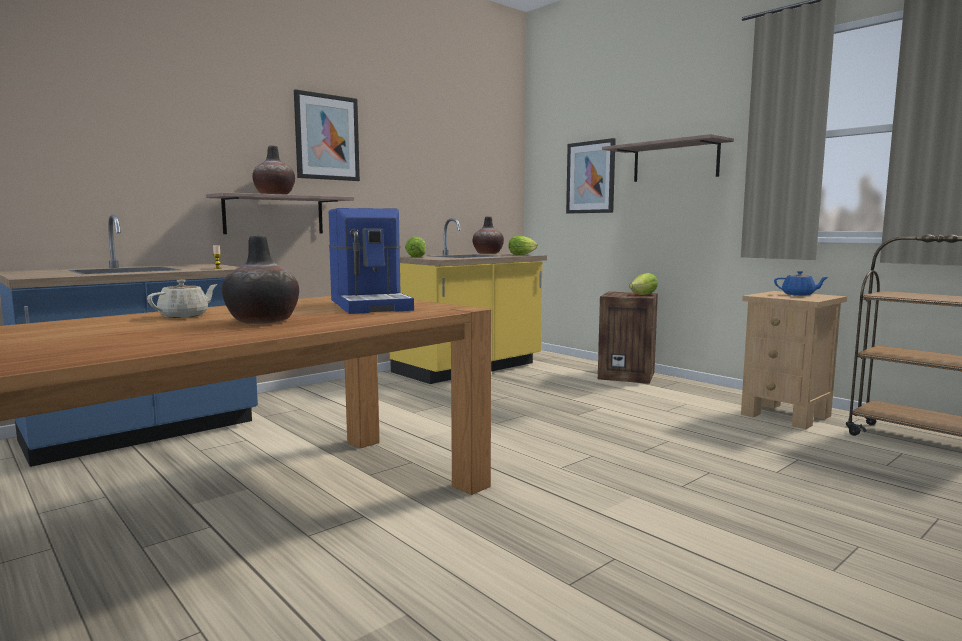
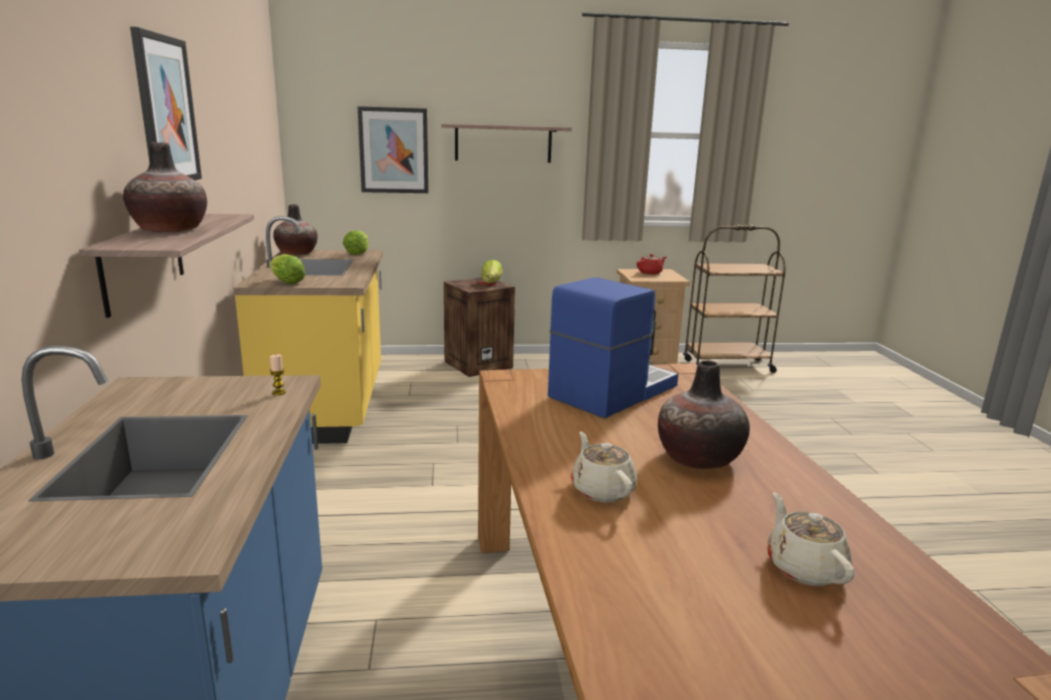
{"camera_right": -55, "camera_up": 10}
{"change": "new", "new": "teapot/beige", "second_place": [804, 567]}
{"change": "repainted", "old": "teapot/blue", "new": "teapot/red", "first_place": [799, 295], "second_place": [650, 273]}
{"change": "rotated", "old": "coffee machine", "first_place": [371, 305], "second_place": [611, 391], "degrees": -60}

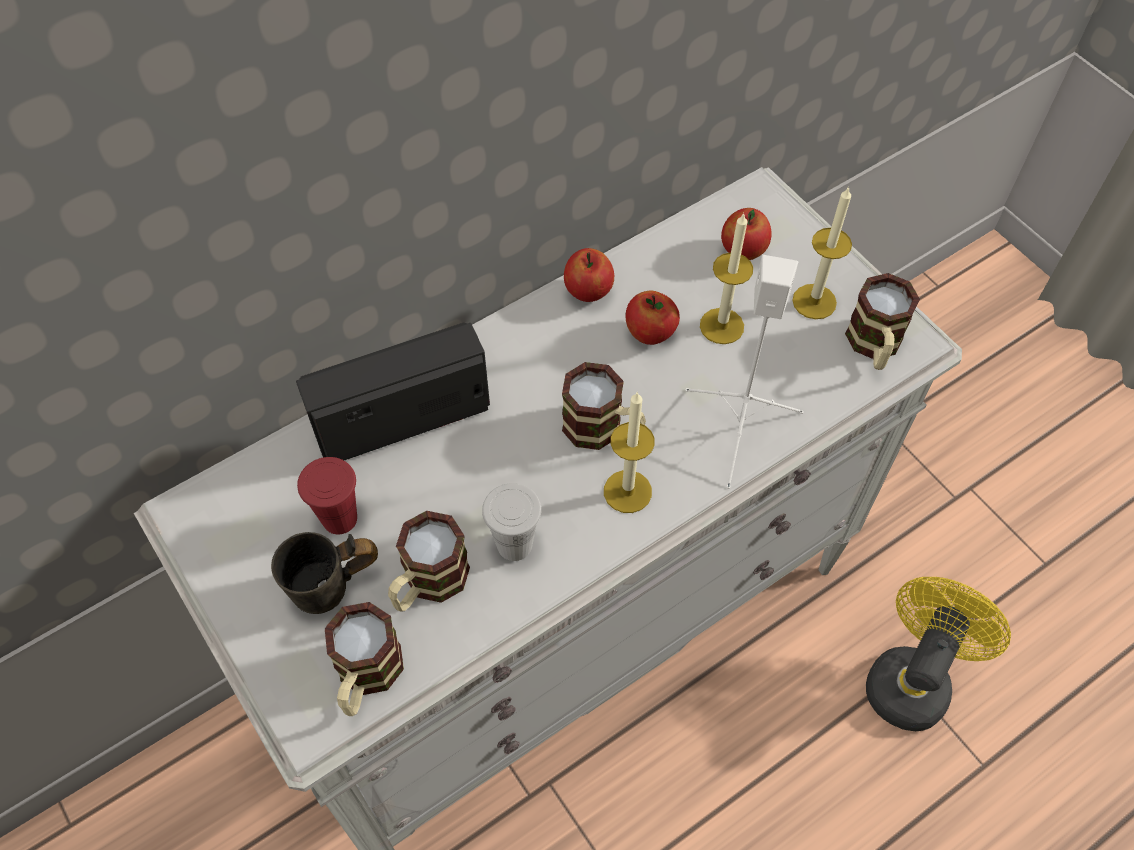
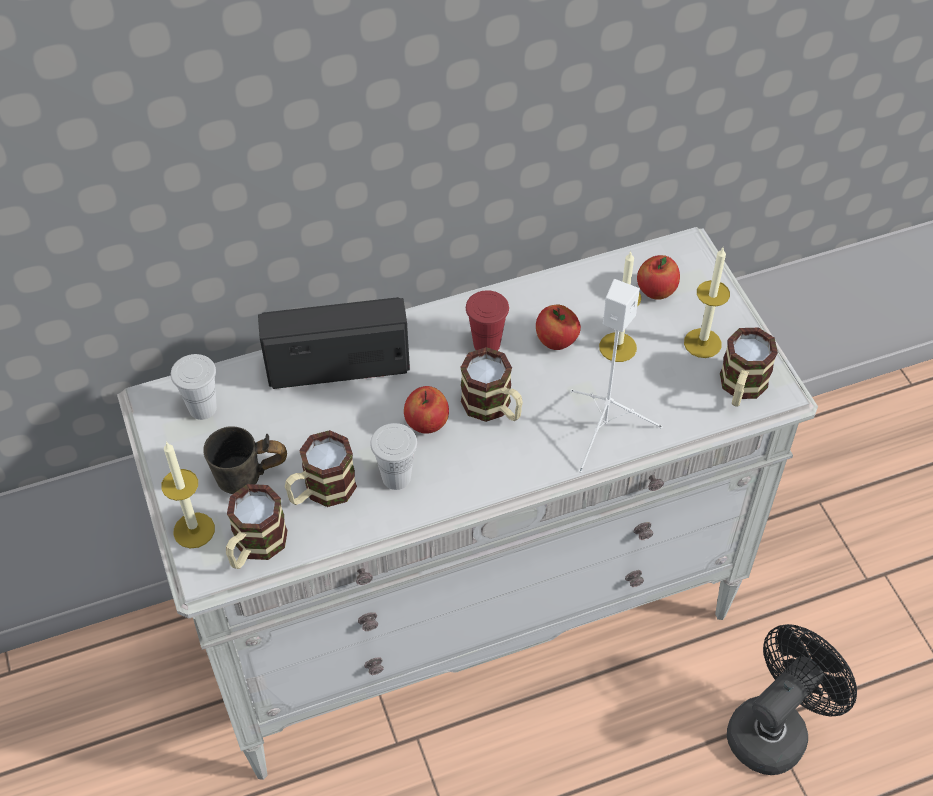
{"camera_right": 15, "camera_up": -5}
{"change": "new", "new": "cup/white", "second_place": [202, 408]}
{"change": "shifted", "old": "cup/red", "first_place": [339, 518], "second_place": [486, 344]}
{"change": "shifted", "old": "apple", "first_place": [588, 292], "second_place": [427, 424]}
{"change": "shifted", "old": "candle", "first_place": [627, 491], "second_place": [194, 530]}
{"change": "repainted", "old": "fan/yellow", "new": "fan/black", "first_place": [912, 678], "second_place": [774, 728]}

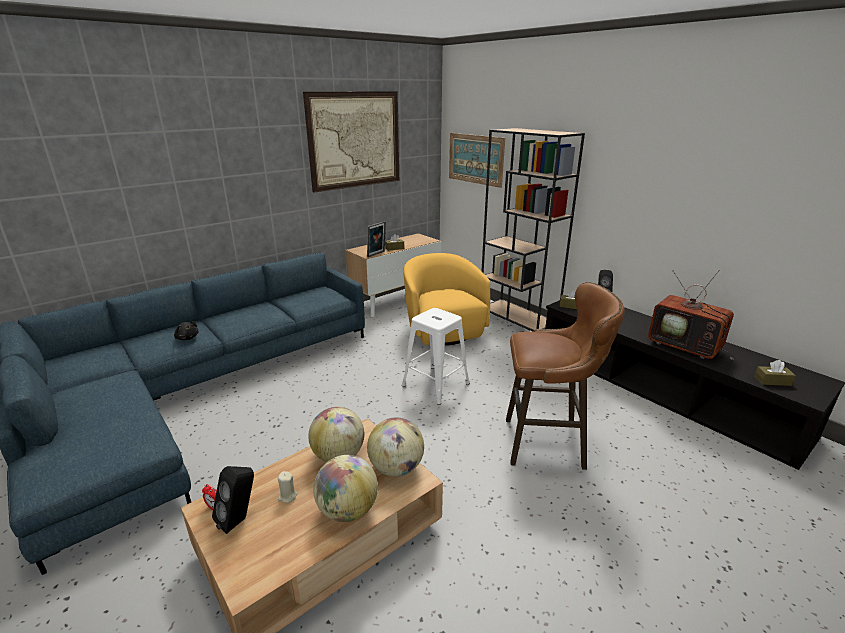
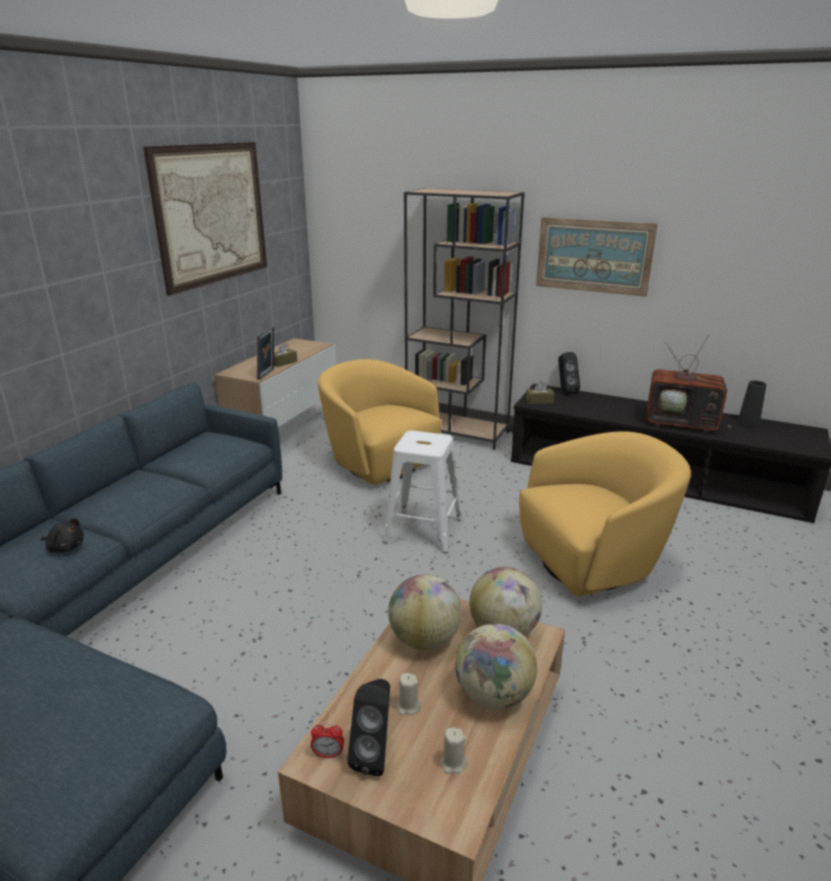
{"camera_right": -25, "camera_up": 0}
{"change": "gone", "old": "tissue box/brown", "first_place": [772, 381]}
{"change": "new", "new": "candle/beige", "second_place": [453, 763]}
{"change": "new", "new": "vase/black", "second_place": [748, 423]}
{"change": "shifted", "old": "picture", "first_place": [475, 159], "second_place": [594, 256]}
{"change": "swapped", "old": "stool/brown", "new": "armchair/yellow", "first_place": [548, 443], "second_place": [594, 562]}

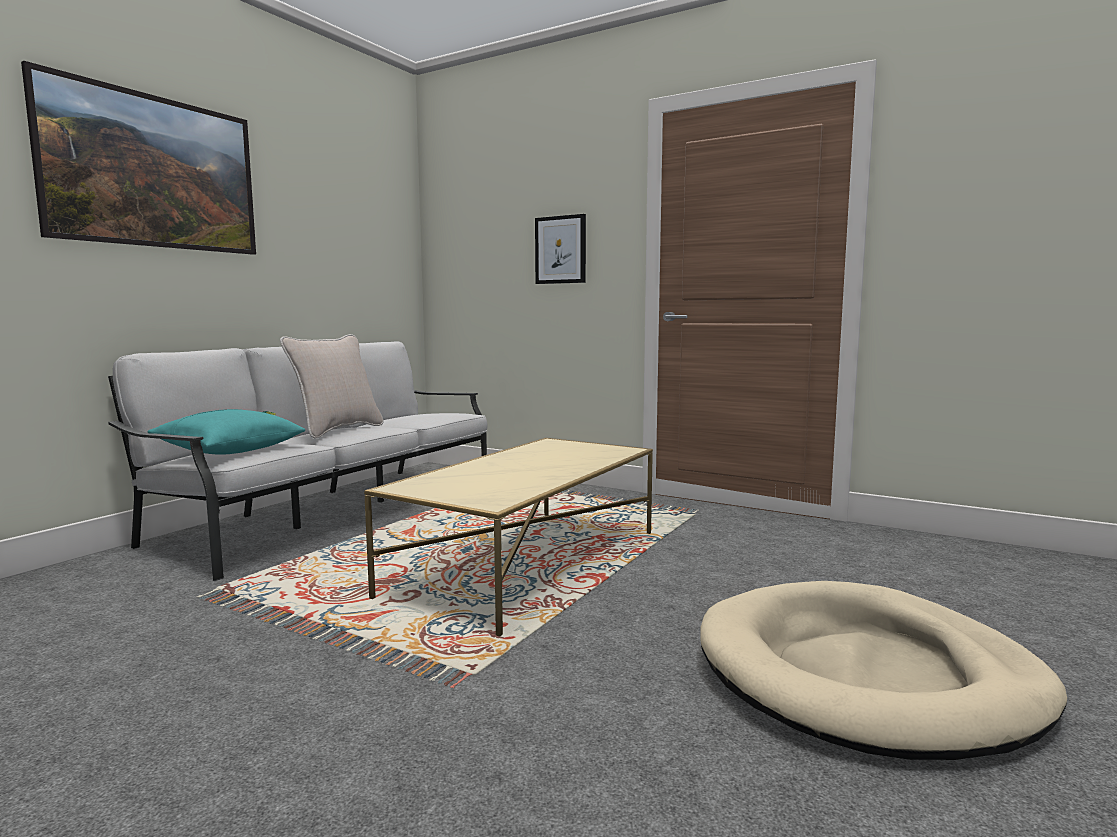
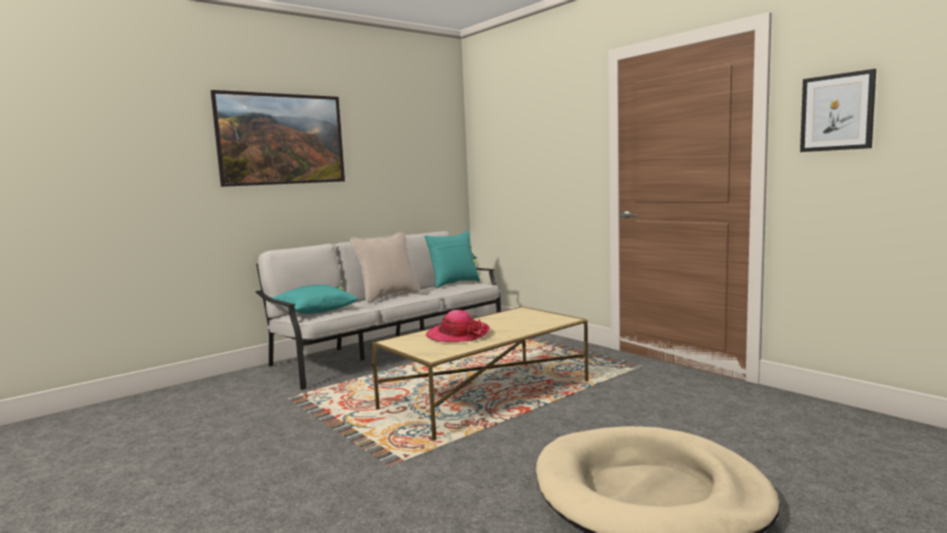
{"camera_right": 20, "camera_up": 0}
{"change": "new", "new": "pillow/turquoise", "second_place": [454, 284]}
{"change": "new", "new": "hat", "second_place": [457, 335]}
{"change": "shifted", "old": "picture", "first_place": [560, 250], "second_place": [837, 112]}

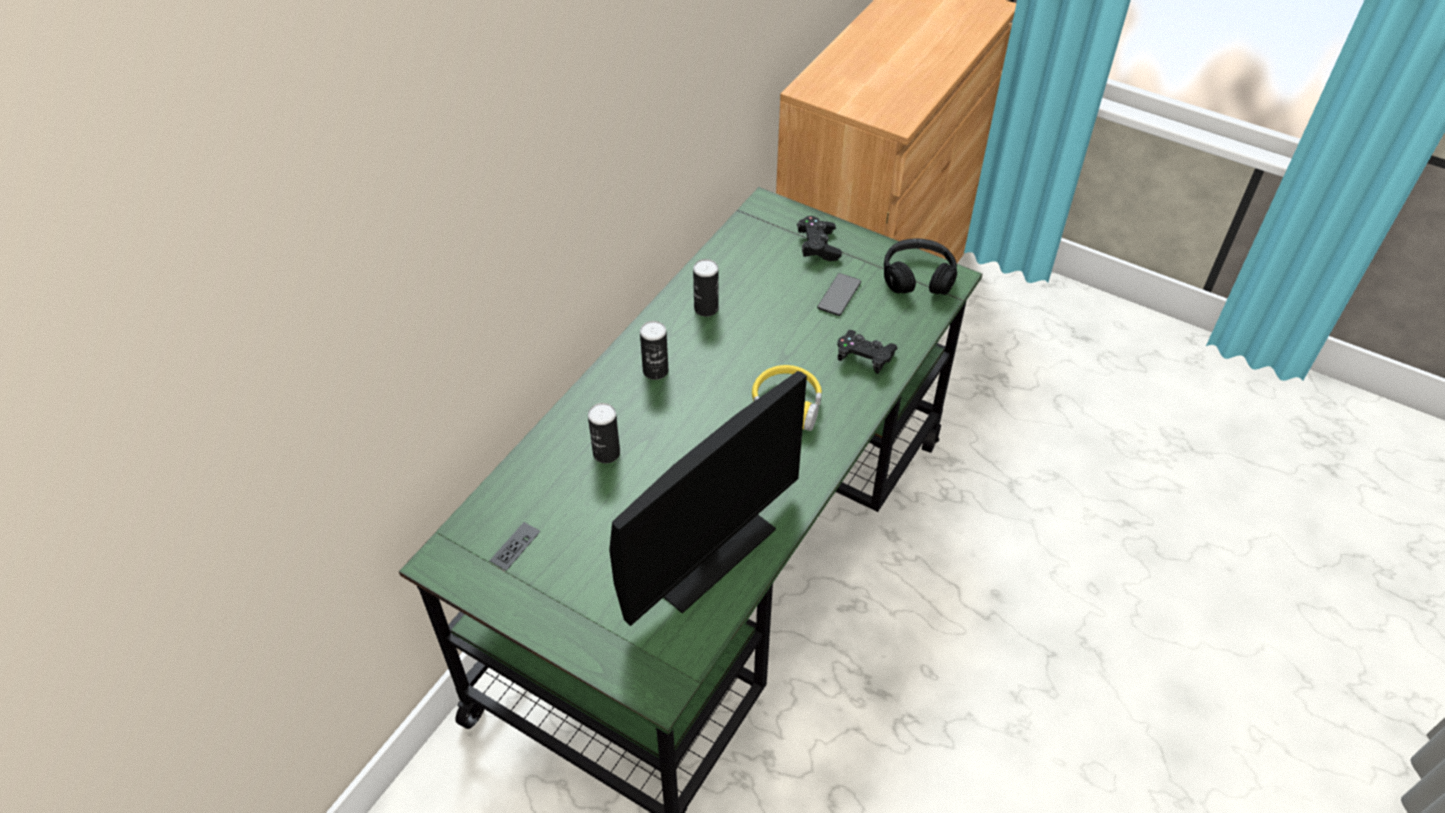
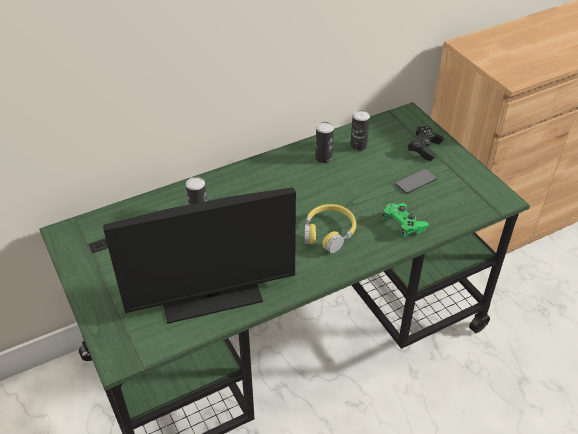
{"camera_right": 30, "camera_up": -5}
{"change": "gone", "old": "headphones/black", "first_place": [918, 277]}
{"change": "shifted", "old": "can", "first_place": [655, 371], "second_place": [358, 146]}
{"change": "repainted", "old": "game controller/black", "new": "game controller/green", "first_place": [864, 358], "second_place": [403, 225]}

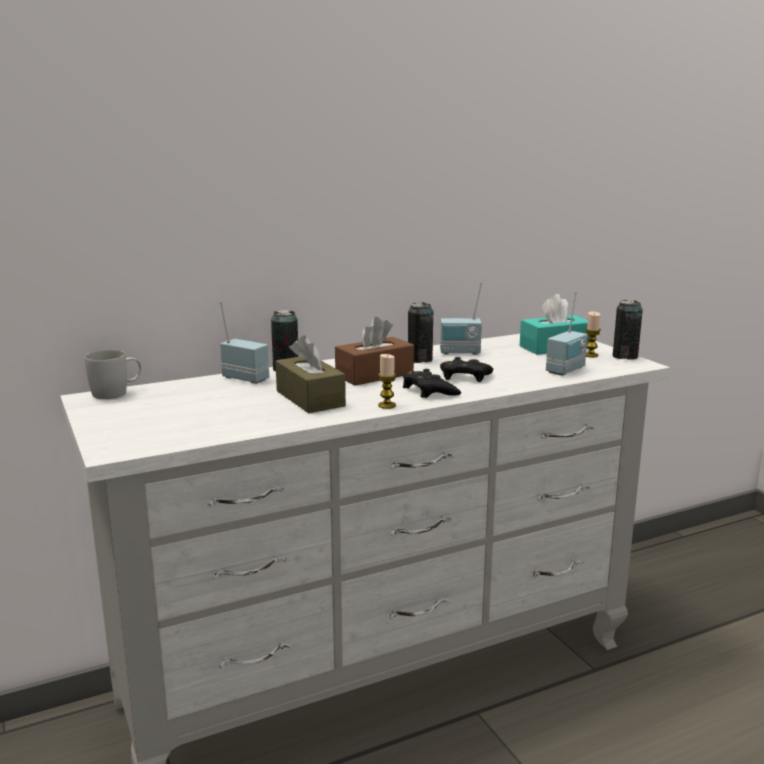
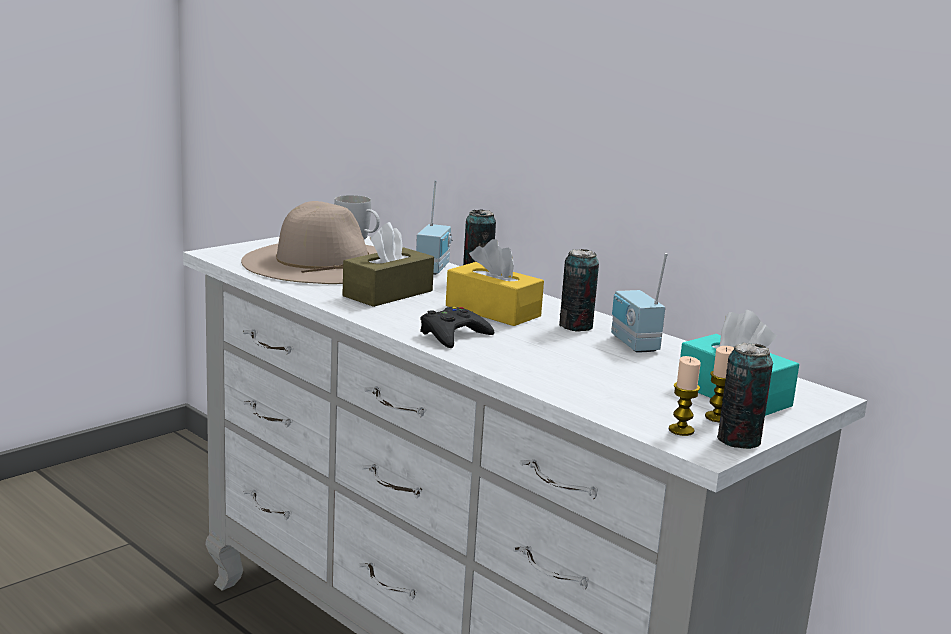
{"camera_right": 70, "camera_up": 0}
{"change": "gone", "old": "game controller/black", "first_place": [465, 376]}
{"change": "gone", "old": "radio", "first_place": [567, 370]}
{"change": "new", "new": "hat/beige", "second_place": [322, 262]}
{"change": "shifted", "old": "candle", "first_place": [387, 405], "second_place": [681, 430]}
{"change": "repainted", "old": "tissue box/brown", "new": "tissue box/yellow", "first_place": [374, 375], "second_place": [492, 311]}

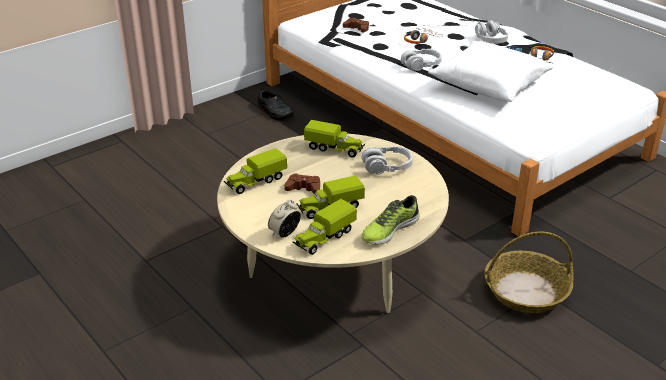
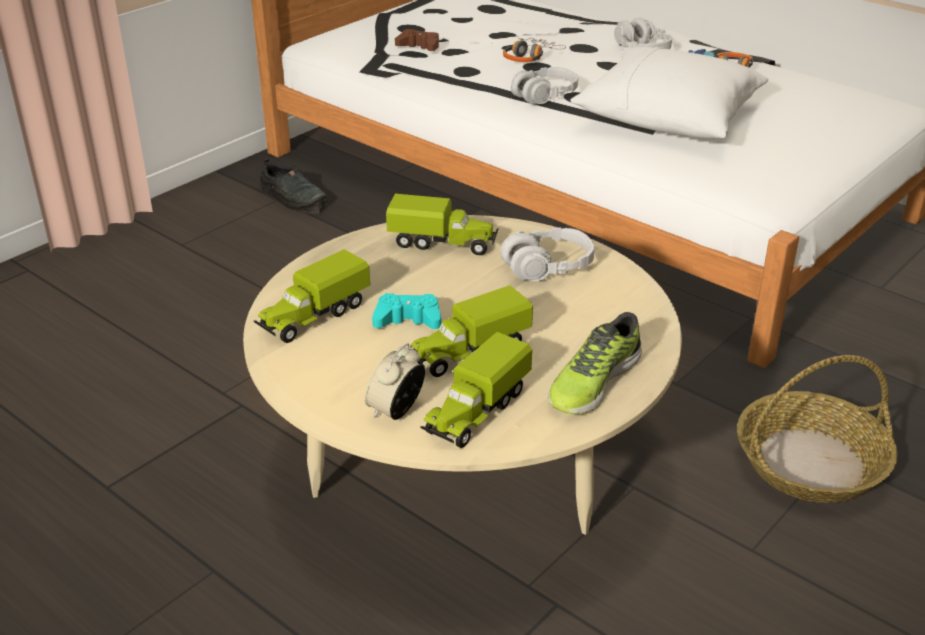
{"camera_right": -10, "camera_up": 0}
{"change": "repainted", "old": "game controller/brown", "new": "game controller/turquoise", "first_place": [304, 188], "second_place": [408, 320]}

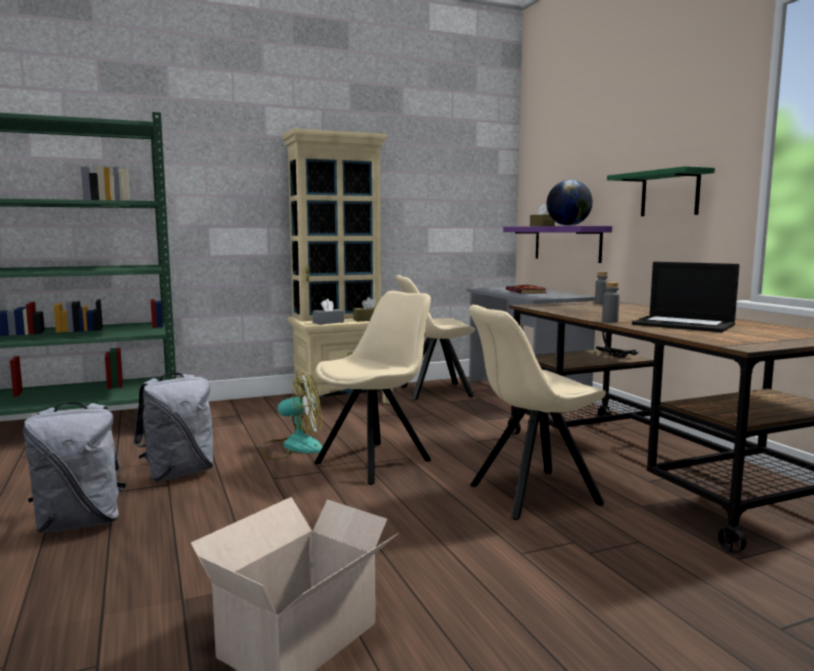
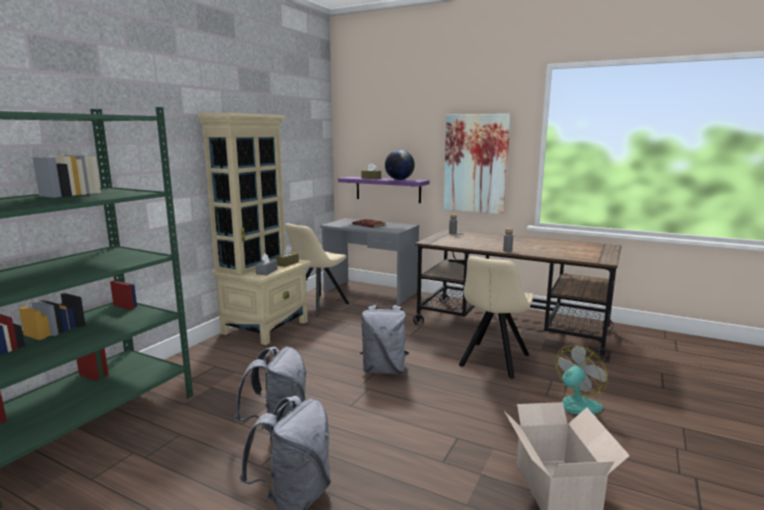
{"camera_right": -40, "camera_up": 5}
{"change": "gone", "old": "laptop", "first_place": [685, 324]}
{"change": "shifted", "old": "fan", "first_place": [292, 447], "second_place": [575, 410]}
{"change": "swapped", "old": "chair/beige", "new": "backpack/grey", "first_place": [374, 461], "second_place": [384, 370]}
{"change": "swapped", "old": "shelf/green", "new": "picture", "first_place": [669, 194], "second_place": [475, 164]}

